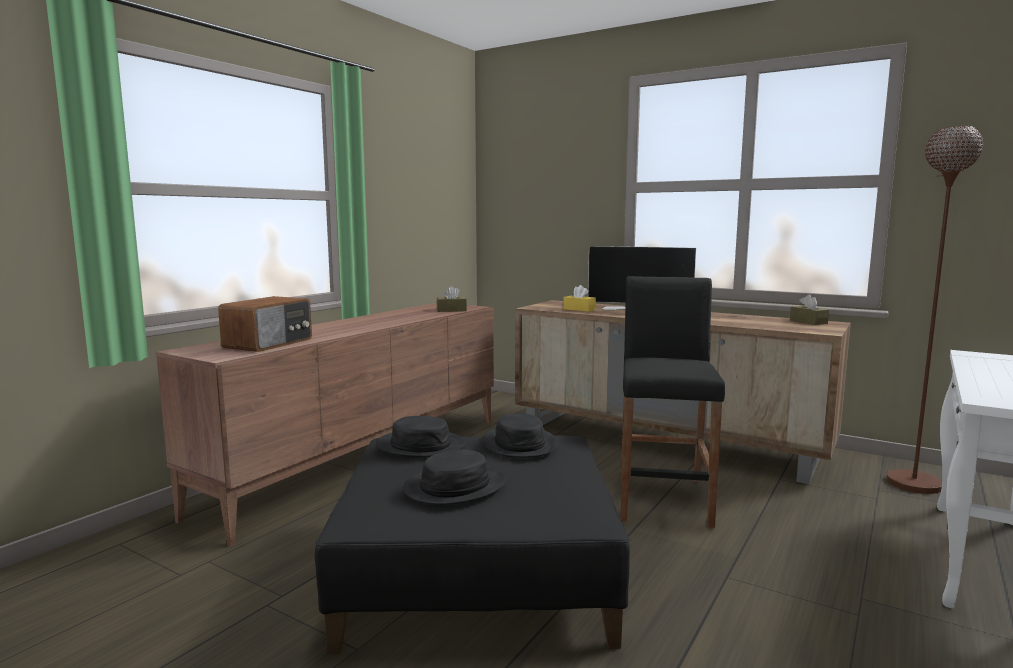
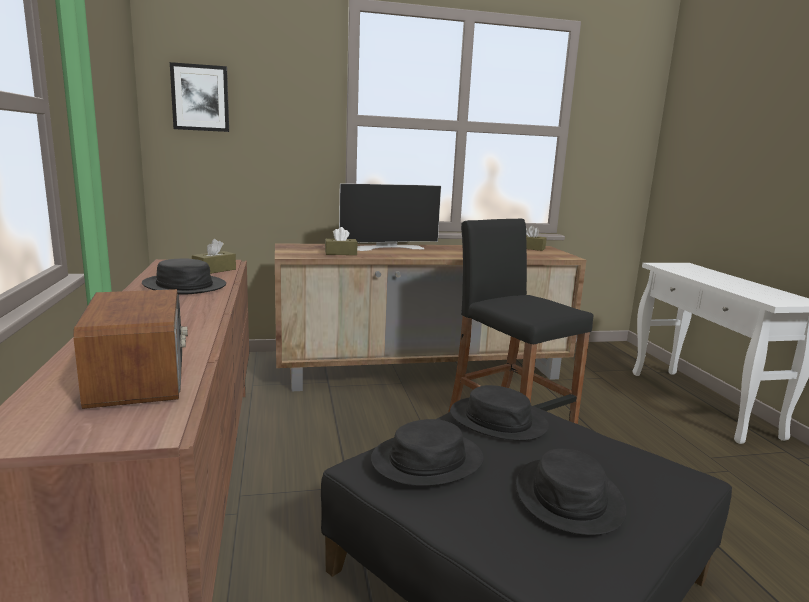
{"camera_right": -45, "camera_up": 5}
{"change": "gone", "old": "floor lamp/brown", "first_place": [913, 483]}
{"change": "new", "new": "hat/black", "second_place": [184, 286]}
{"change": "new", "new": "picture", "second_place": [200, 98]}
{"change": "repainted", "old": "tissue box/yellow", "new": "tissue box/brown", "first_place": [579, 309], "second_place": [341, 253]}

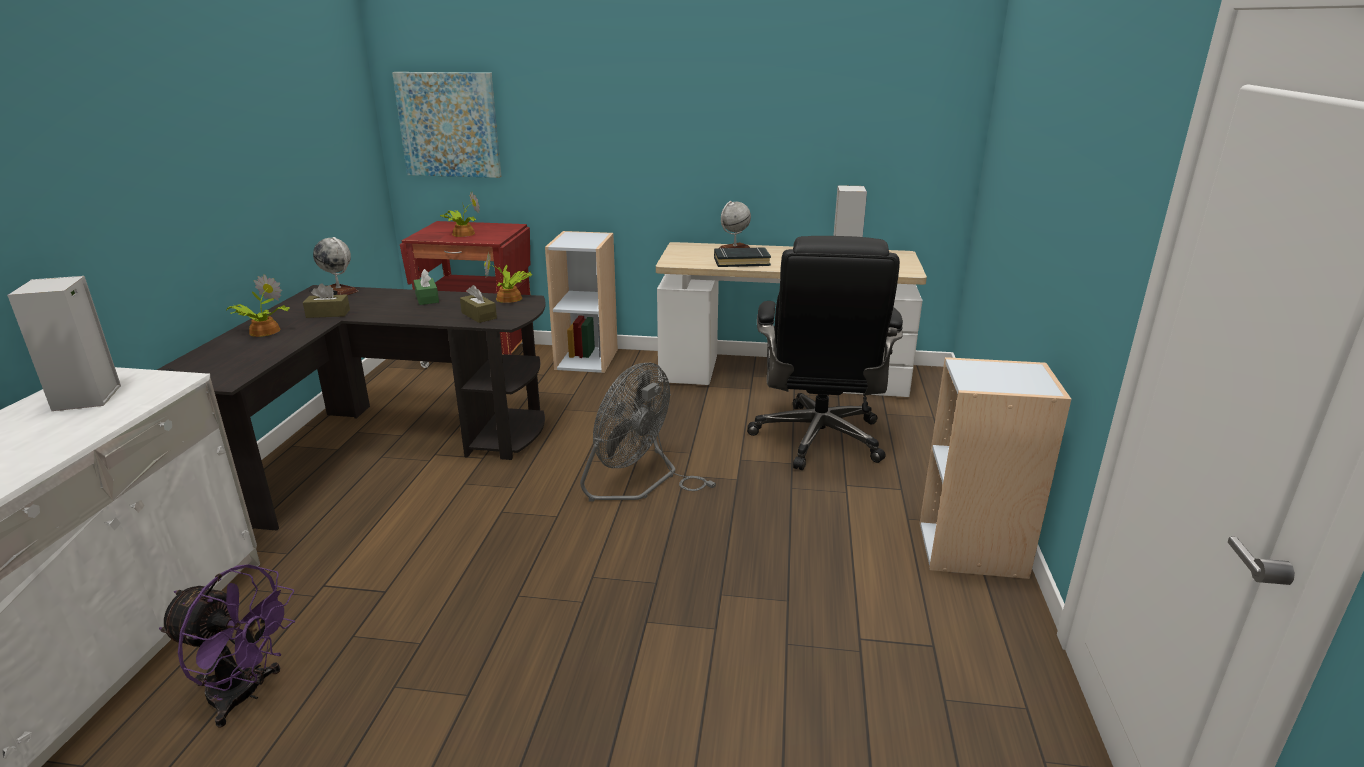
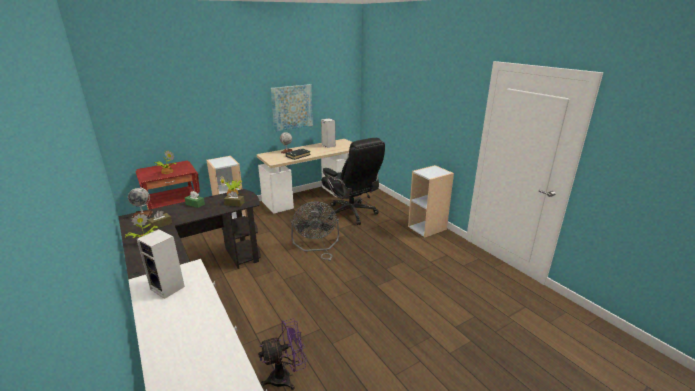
{"camera_right": -40, "camera_up": 0}
{"change": "shifted", "old": "picture", "first_place": [449, 125], "second_place": [292, 107]}
{"change": "rotated", "old": "fan/grey", "first_place": [647, 479], "second_place": [317, 247], "degrees": 90}

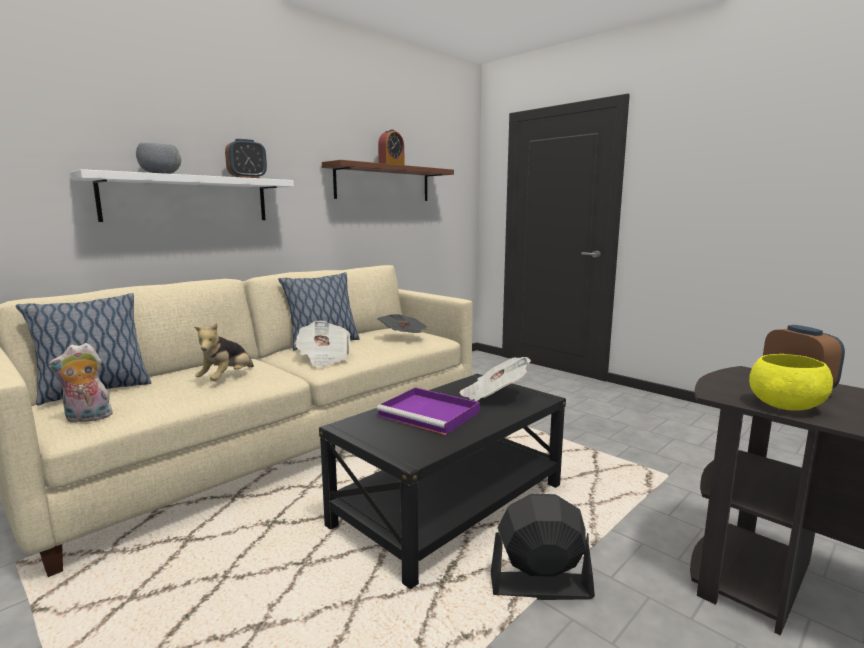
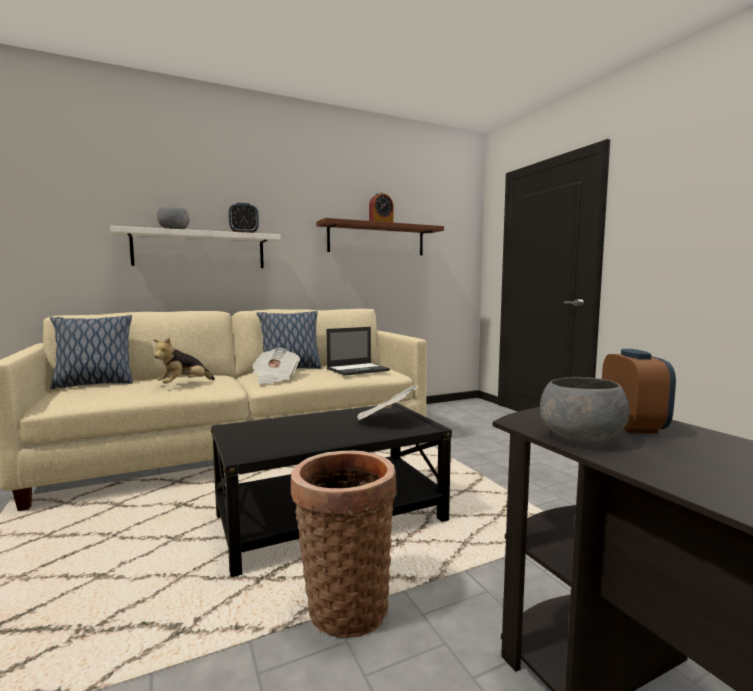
{"camera_right": 20, "camera_up": -5}
{"change": "gone", "old": "plush toy", "first_place": [87, 419]}
{"change": "gone", "old": "tray/purple", "first_place": [431, 414]}
{"change": "swapped", "old": "newspaper", "new": "laptop", "first_place": [404, 338], "second_place": [358, 369]}
{"change": "swapped", "old": "fan/black", "new": "basket", "first_place": [540, 586], "second_place": [344, 604]}
{"change": "repainted", "old": "bowl/yellow", "new": "bowl/grey", "first_place": [783, 405], "second_place": [579, 438]}

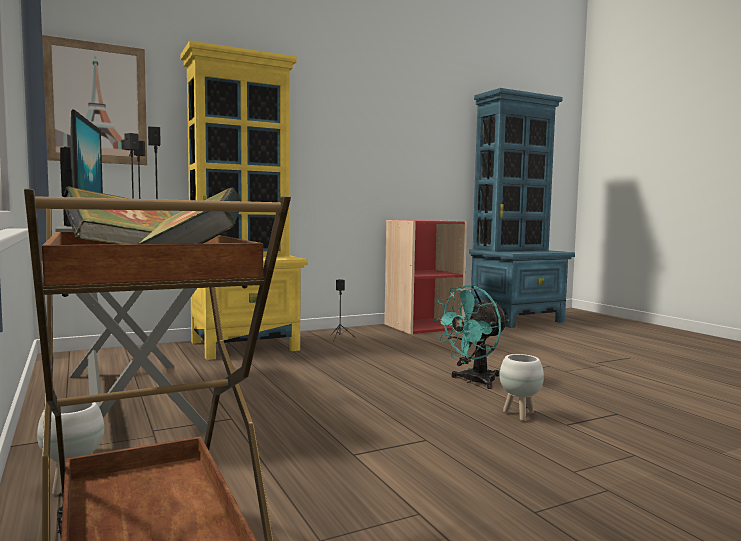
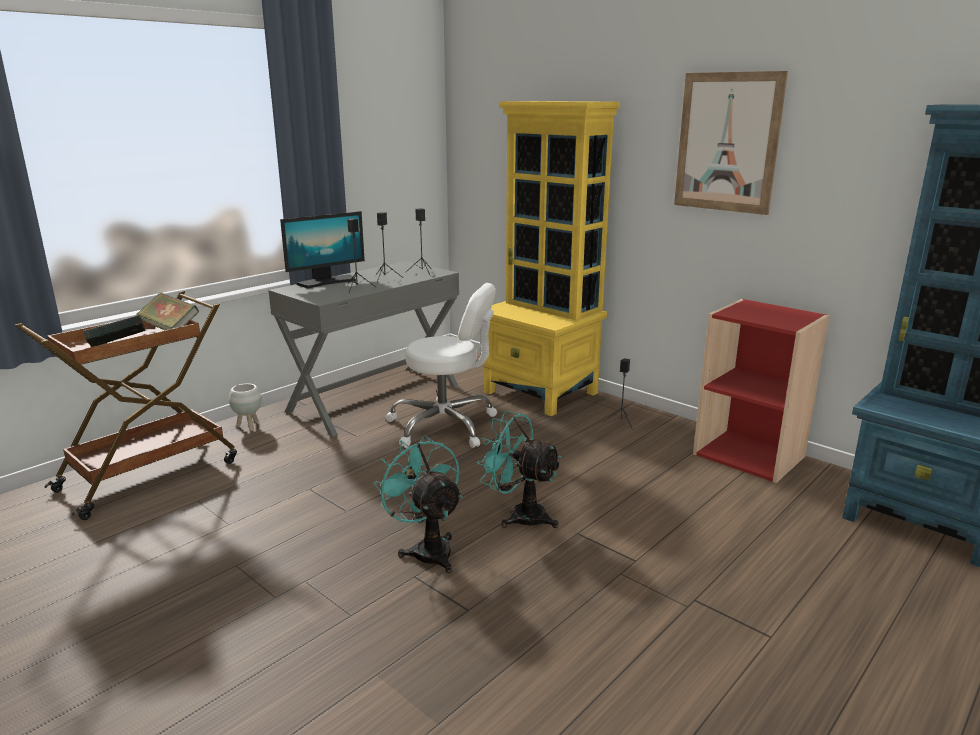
{"camera_right": 70, "camera_up": 15}
{"change": "new", "new": "office chair/white", "second_place": [448, 426]}
{"change": "shifted", "old": "picture", "first_place": [96, 103], "second_place": [727, 142]}
{"change": "swapped", "old": "planter/white", "new": "fan/turquoise", "first_place": [520, 415], "second_place": [427, 549]}

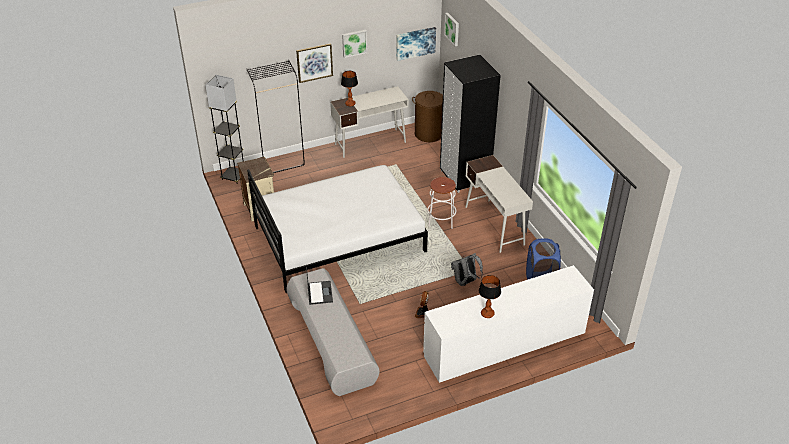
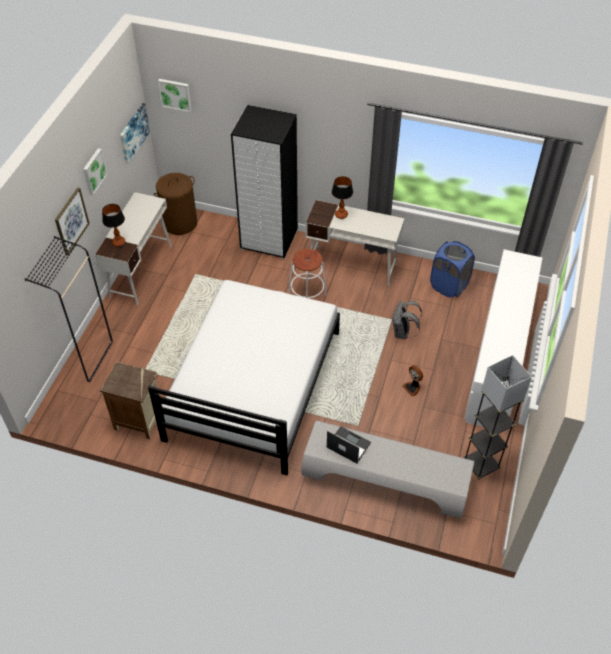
{"camera_right": -50, "camera_up": 10}
{"change": "shifted", "old": "floor lamp/grey", "first_place": [233, 176], "second_place": [481, 465]}
{"change": "shifted", "old": "table lamp", "first_place": [487, 314], "second_place": [341, 215]}

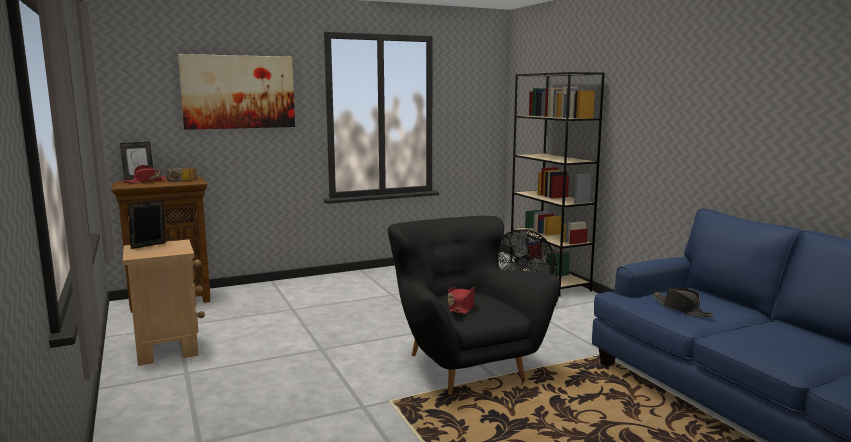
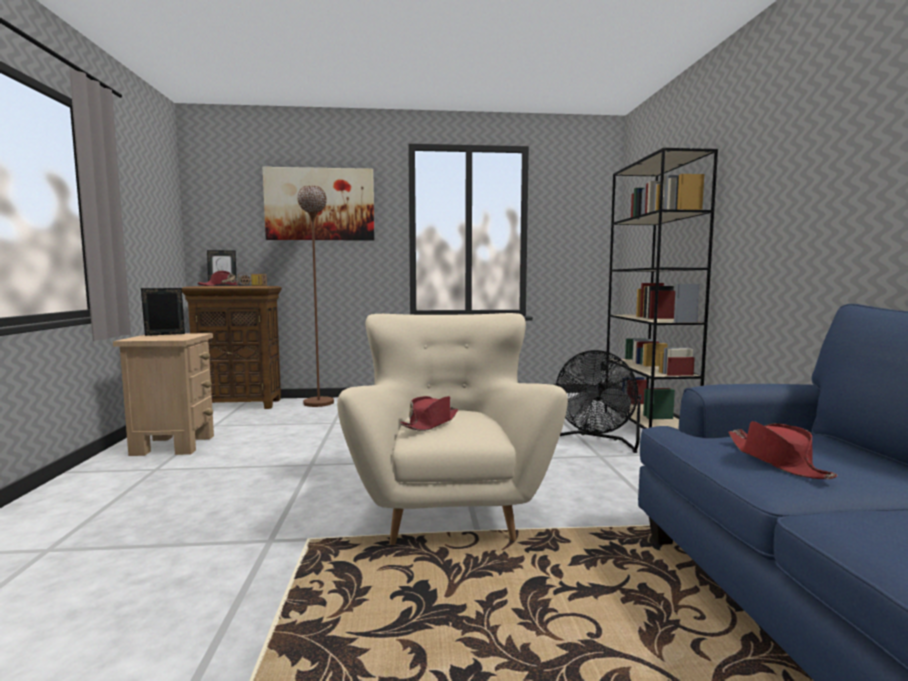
{"camera_right": 20, "camera_up": -5}
{"change": "new", "new": "floor lamp/brown", "second_place": [319, 403]}
{"change": "repainted", "old": "armchair/black", "new": "armchair/beige", "first_place": [463, 365], "second_place": [449, 508]}
{"change": "repainted", "old": "hat/black", "new": "hat/red", "first_place": [681, 309], "second_place": [777, 461]}

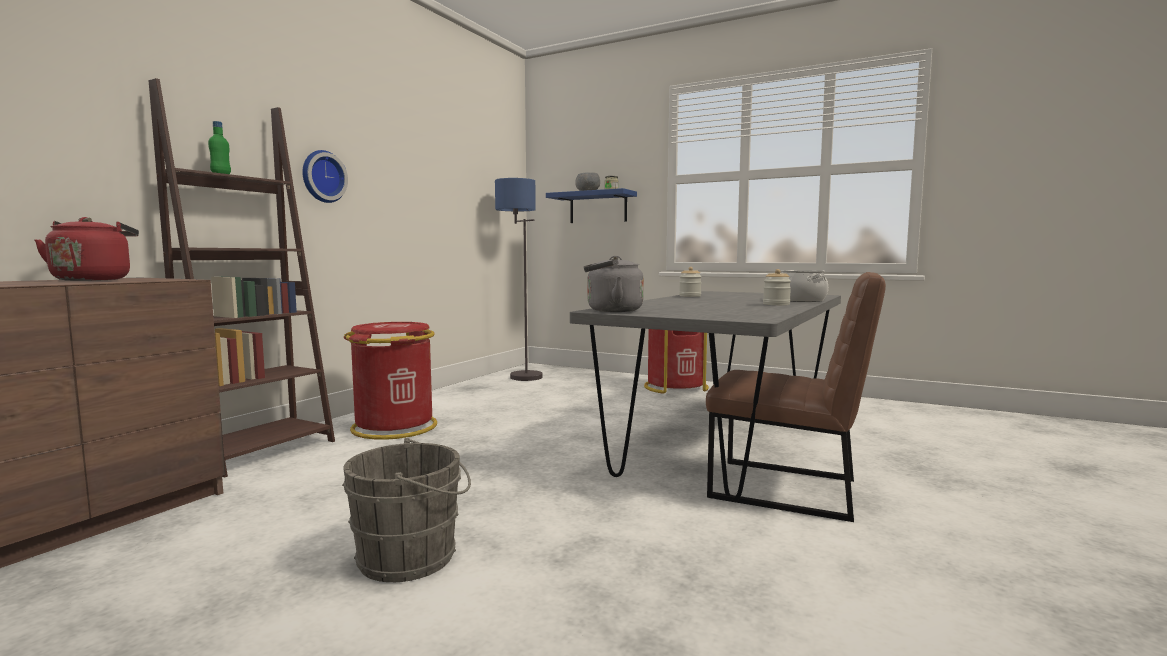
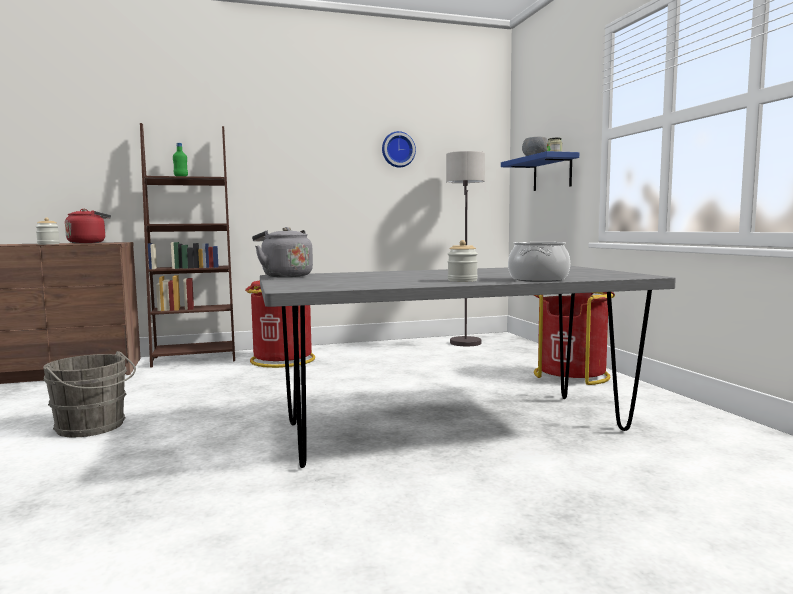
{"camera_right": 45, "camera_up": 0}
{"change": "gone", "old": "chair/brown", "first_place": [788, 489]}
{"change": "shifted", "old": "wall clock", "first_place": [322, 177], "second_place": [398, 149]}
{"change": "shifted", "old": "jar", "first_place": [690, 296], "second_place": [48, 244]}
{"change": "repainted", "old": "floor lamp/blue", "new": "floor lamp/grey", "first_place": [520, 376], "second_place": [464, 341]}

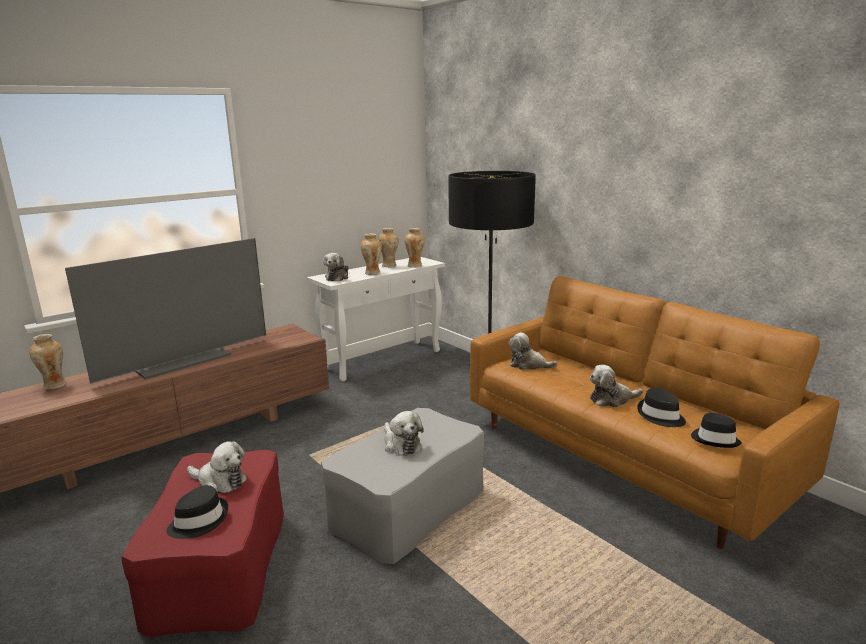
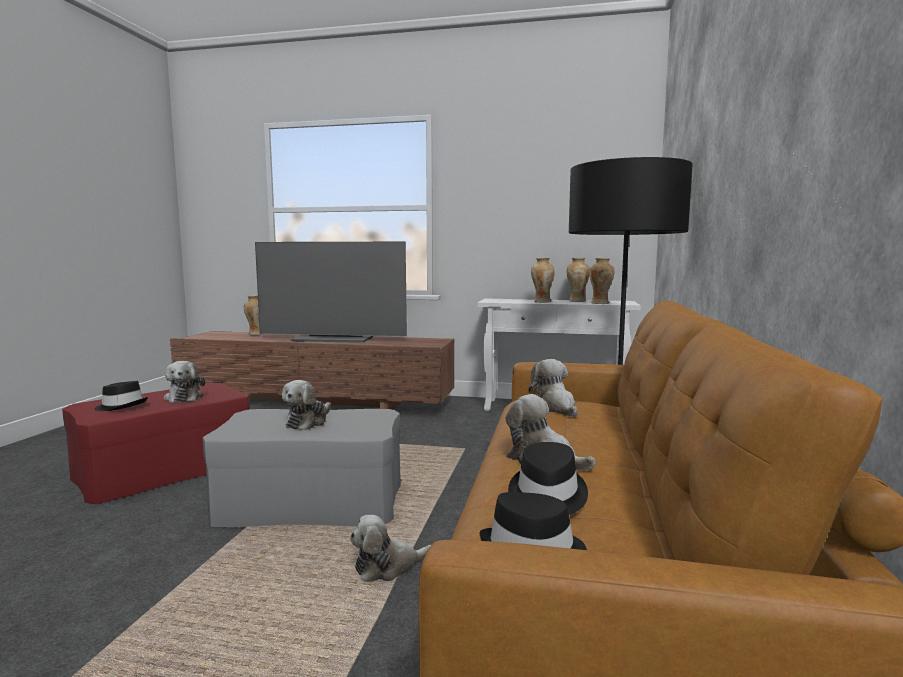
{"camera_right": 50, "camera_up": -10}
{"change": "shifted", "old": "plush toy", "first_place": [338, 277], "second_place": [388, 567]}

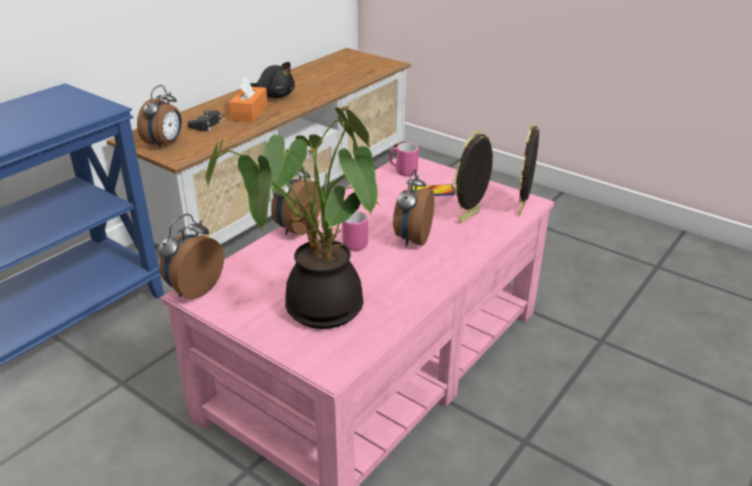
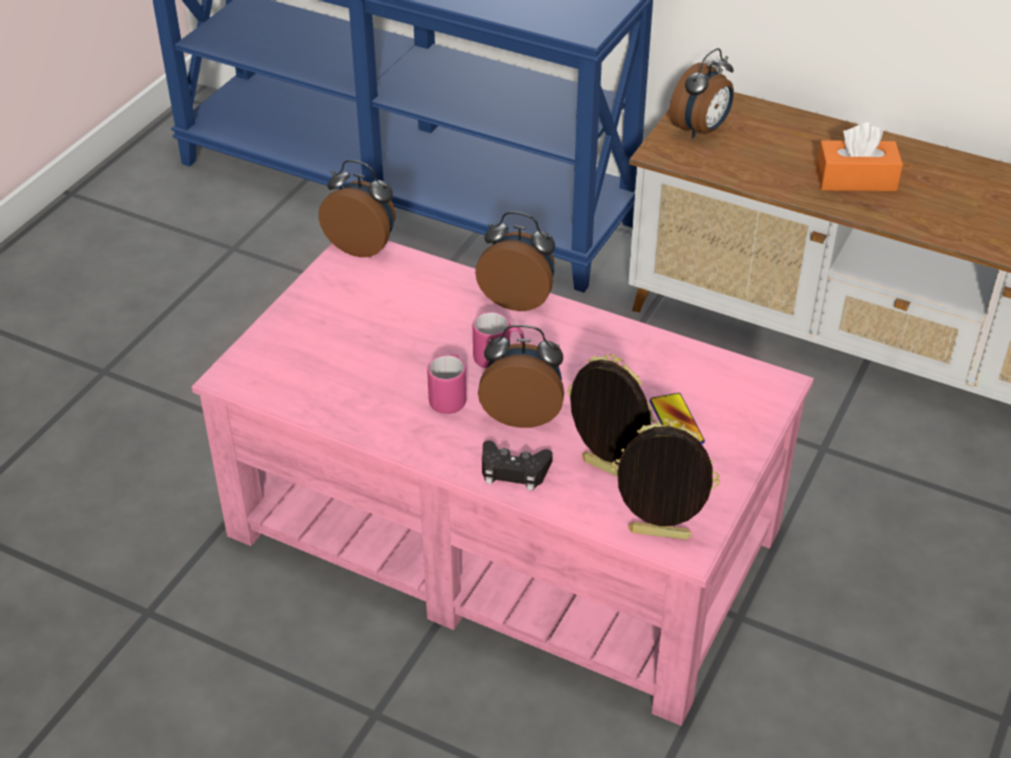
{"camera_right": 80, "camera_up": 10}
{"change": "gone", "old": "potted plant", "first_place": [317, 308]}
{"change": "gone", "old": "plush toy/black", "first_place": [274, 95]}
{"change": "shifted", "old": "game controller/black", "first_place": [206, 124], "second_place": [514, 471]}
{"change": "shifted", "old": "mug/pink", "first_place": [402, 171], "second_place": [449, 398]}
{"change": "rotated", "old": "alarm clock", "first_place": [165, 144], "second_place": [701, 130], "degrees": -60}

